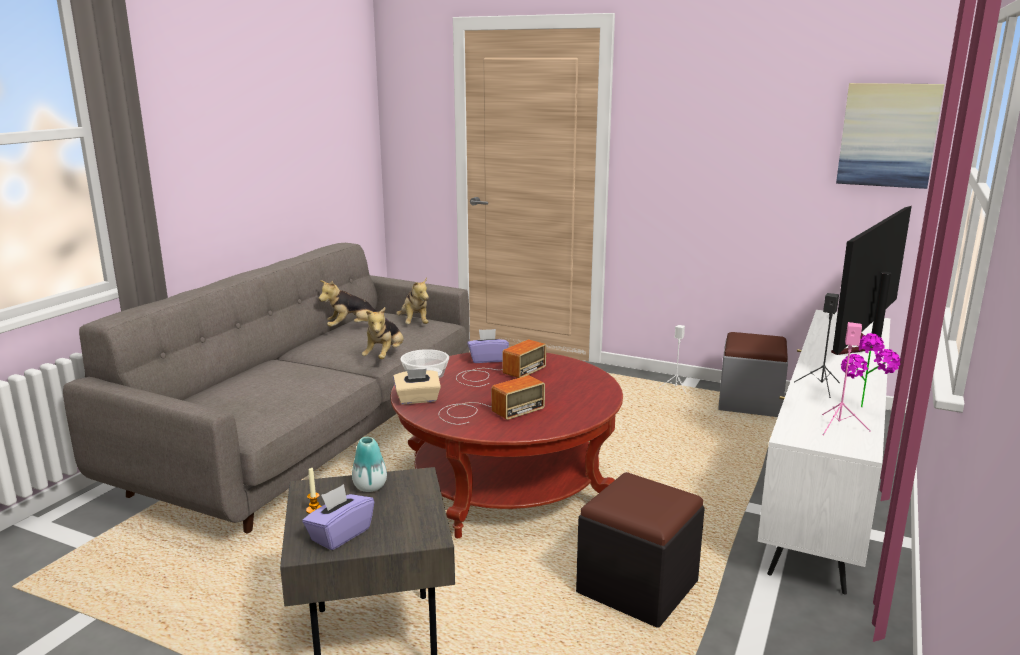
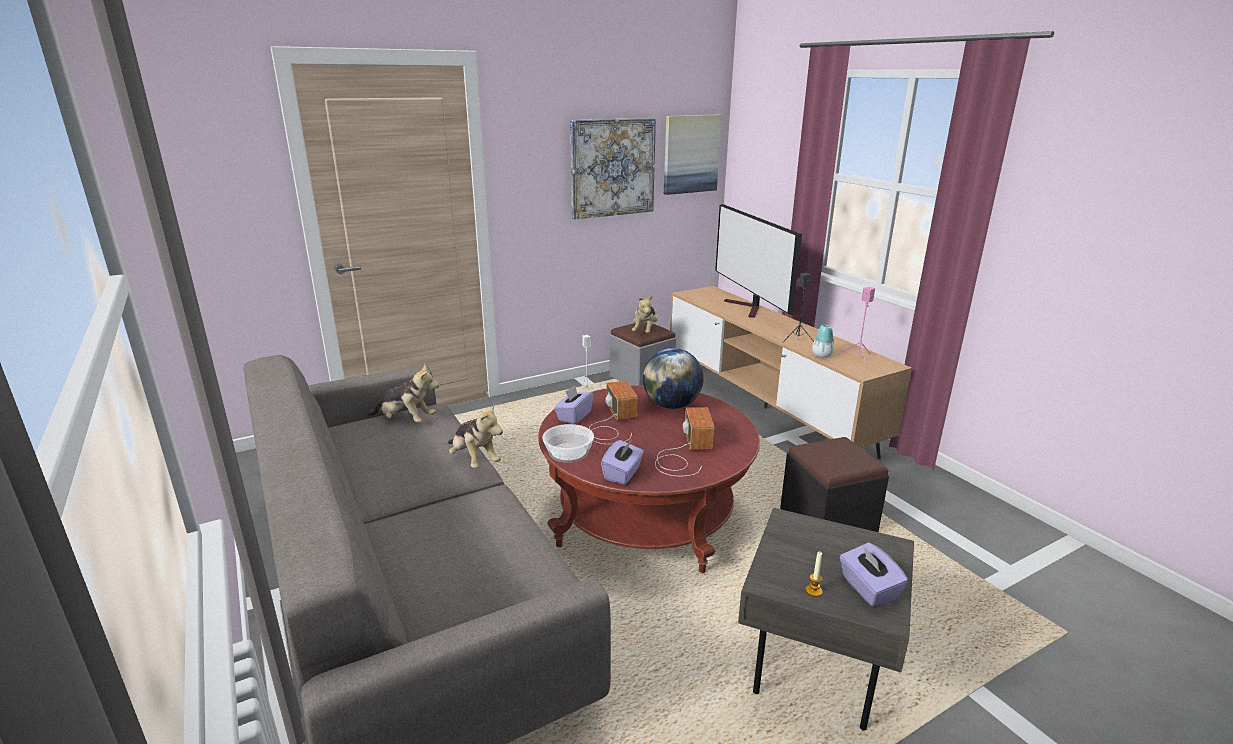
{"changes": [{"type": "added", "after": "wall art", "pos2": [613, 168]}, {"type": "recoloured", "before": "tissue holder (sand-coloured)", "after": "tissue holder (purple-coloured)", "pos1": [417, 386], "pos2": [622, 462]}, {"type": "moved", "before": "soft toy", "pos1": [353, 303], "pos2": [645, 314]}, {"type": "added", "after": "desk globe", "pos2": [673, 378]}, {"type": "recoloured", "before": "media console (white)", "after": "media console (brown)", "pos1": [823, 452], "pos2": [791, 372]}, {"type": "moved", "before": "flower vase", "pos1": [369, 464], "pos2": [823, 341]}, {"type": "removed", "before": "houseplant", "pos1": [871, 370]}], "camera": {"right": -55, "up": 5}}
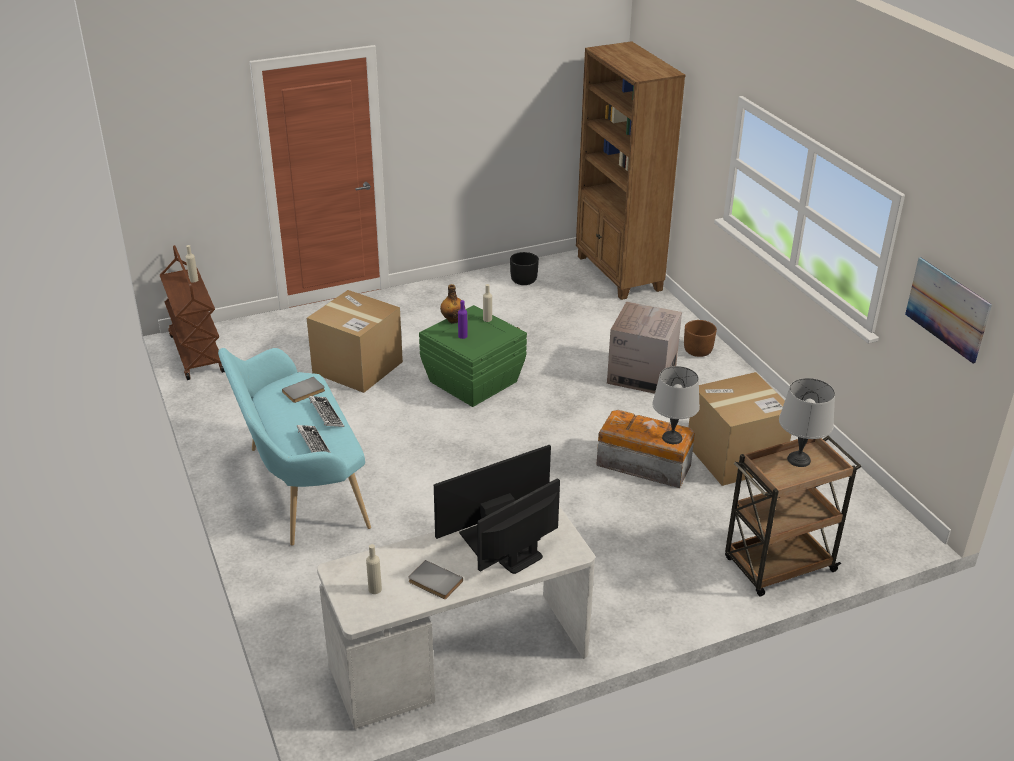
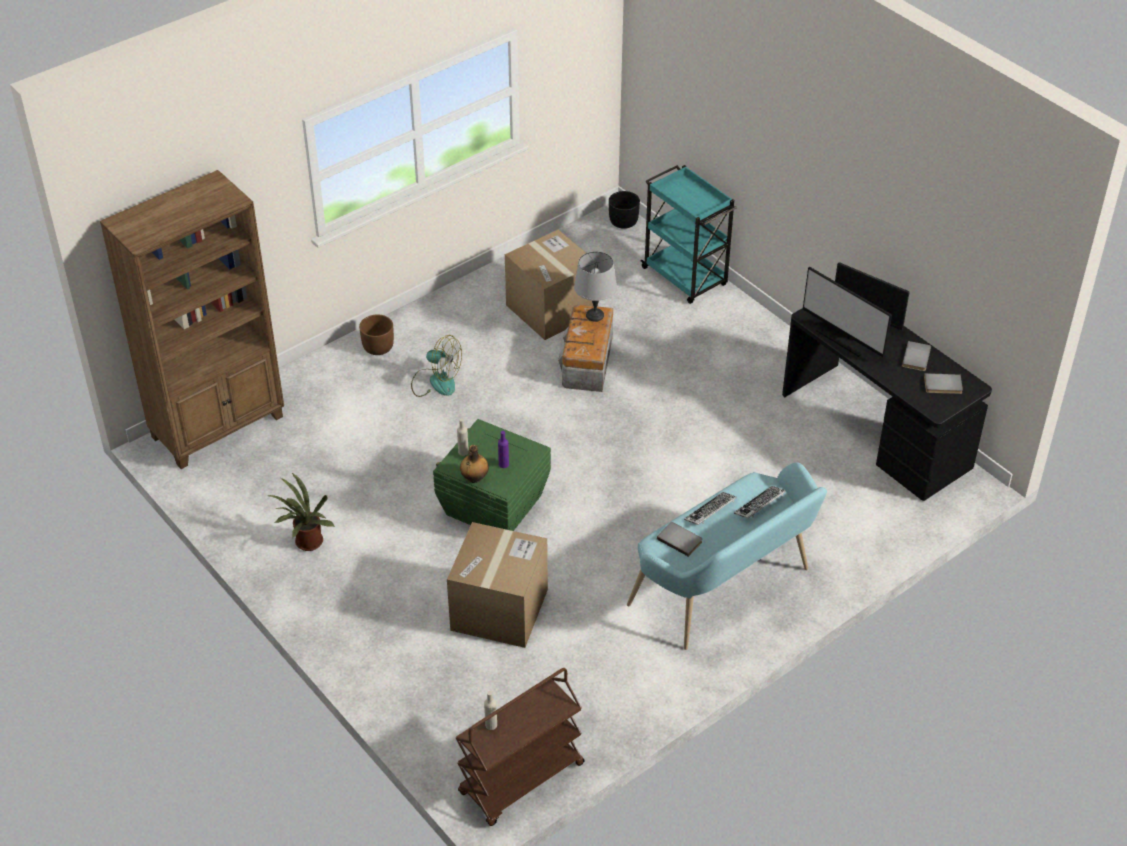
{"changes": [{"type": "added", "after": "houseplant", "pos2": [301, 512]}, {"type": "replaced", "before": "cardboard box", "after": "cooling fan", "pos1": [644, 347], "pos2": [436, 366]}, {"type": "moved", "before": "flower pot (blackish)", "pos1": [524, 268], "pos2": [624, 210]}, {"type": "recoloured", "before": "cart (brown)", "after": "cart (turquoise)", "pos1": [793, 516], "pos2": [688, 234]}, {"type": "recoloured", "before": "desk (white)", "after": "desk (blackish)", "pos1": [456, 617], "pos2": [887, 404]}, {"type": "replaced", "before": "drink bottle (sand-coloured)", "after": "bound book (gray)", "pos1": [374, 569], "pos2": [943, 383]}, {"type": "removed", "before": "table lamp (gray)", "pos1": [807, 422]}, {"type": "removed", "before": "wall art", "pos1": [948, 310]}], "camera": {"right": -105, "up": 10}}
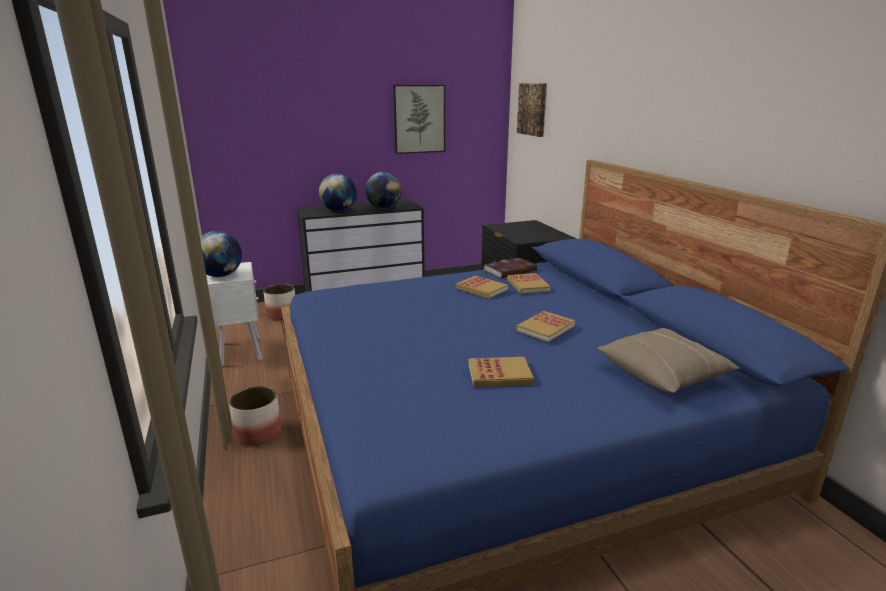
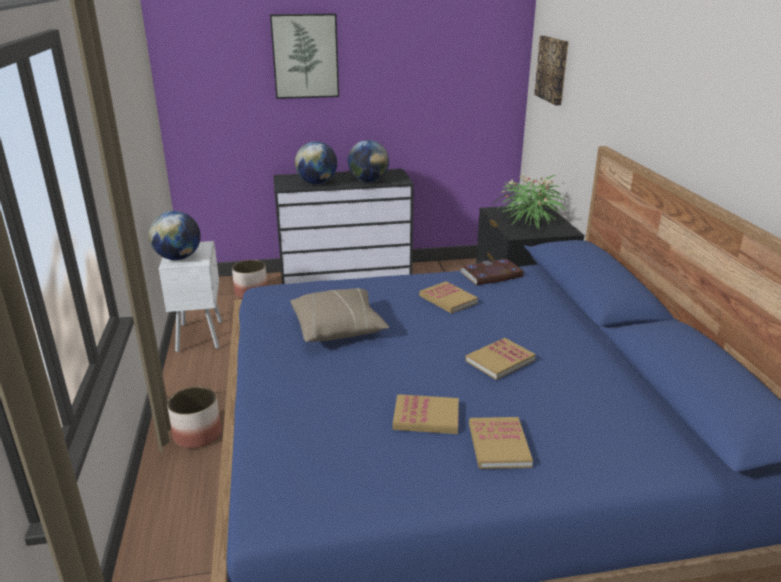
{"changes": [{"type": "moved", "before": "wall art", "pos1": [419, 119], "pos2": [304, 56]}, {"type": "moved", "before": "throw pillow (sand-coloured)", "pos1": [668, 360], "pos2": [339, 315]}, {"type": "moved", "before": "bound book", "pos1": [529, 283], "pos2": [501, 443]}, {"type": "added", "after": "houseplant", "pos2": [529, 201]}], "camera": {"right": 10, "up": 5}}
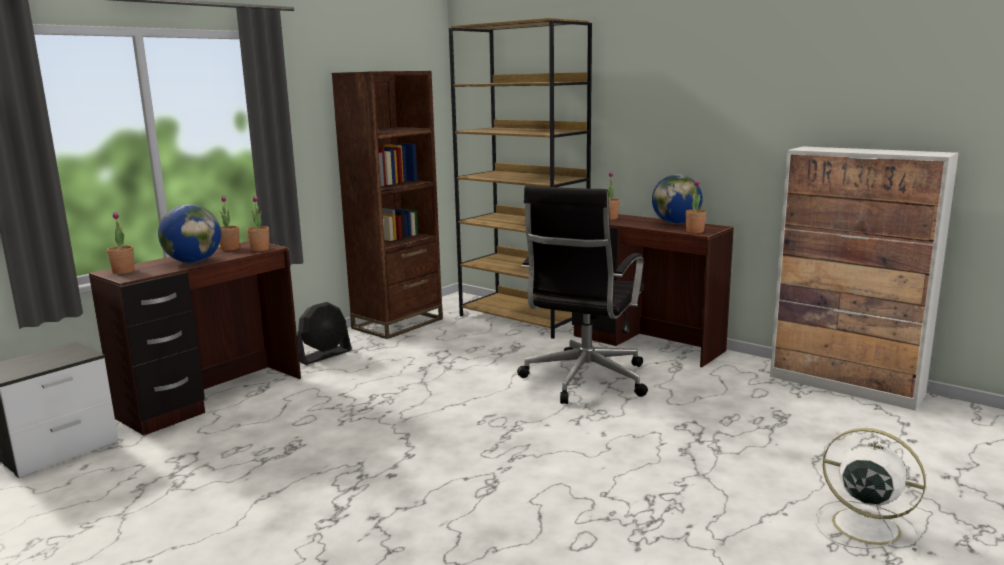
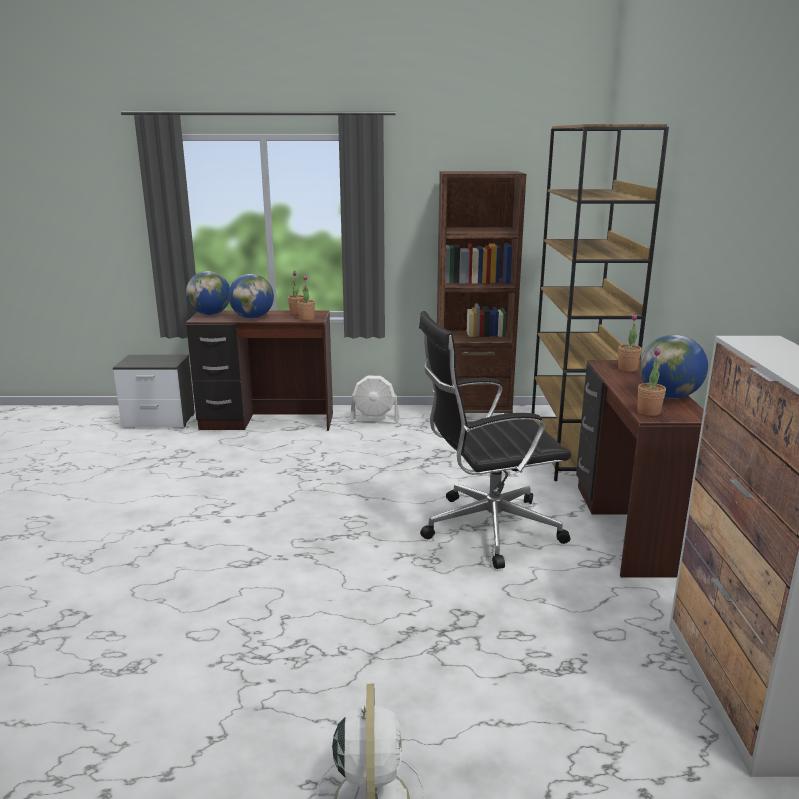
{"changes": [{"type": "replaced", "before": "houseplant", "after": "desk globe", "pos1": [121, 243], "pos2": [208, 293]}, {"type": "recoloured", "before": "cooling fan (blackish)", "after": "cooling fan (white)", "pos1": [324, 333], "pos2": [374, 399]}], "camera": {"right": 50, "up": 5}}
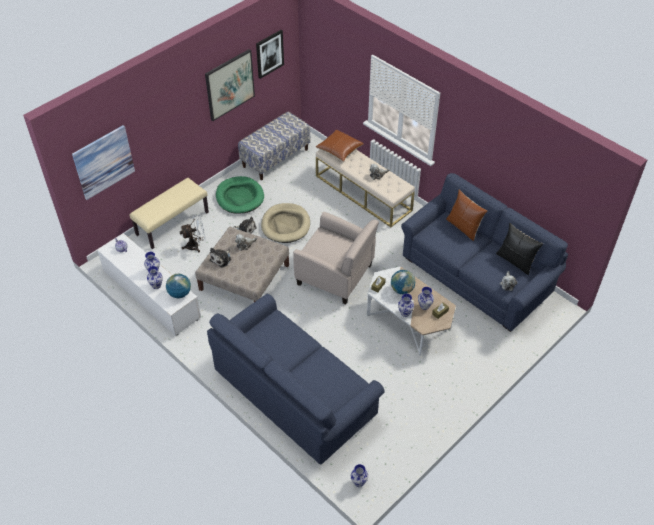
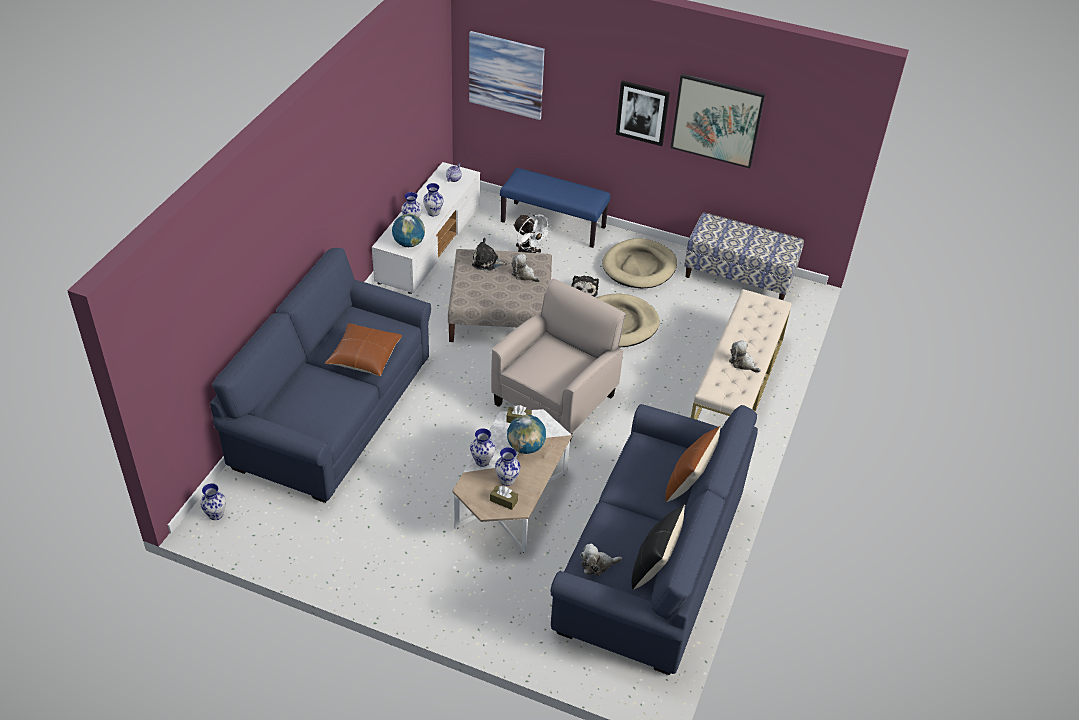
{"changes": [{"type": "moved", "before": "throw pillow (brown)", "pos1": [340, 146], "pos2": [363, 349]}, {"type": "turned", "before": "armchair (sand-coloured)", "pos1": [336, 258], "pos2": [558, 360], "turn": -150}, {"type": "recoloured", "before": "long seat (sand-coloured)", "after": "long seat (blue)", "pos1": [169, 213], "pos2": [555, 208]}, {"type": "recoloured", "before": "dog bed (green-coloured)", "after": "dog bed (sand-coloured)", "pos1": [240, 195], "pos2": [639, 263]}, {"type": "moved", "before": "wall art", "pos1": [270, 54], "pos2": [643, 113]}], "camera": {"right": 65, "up": -5}}
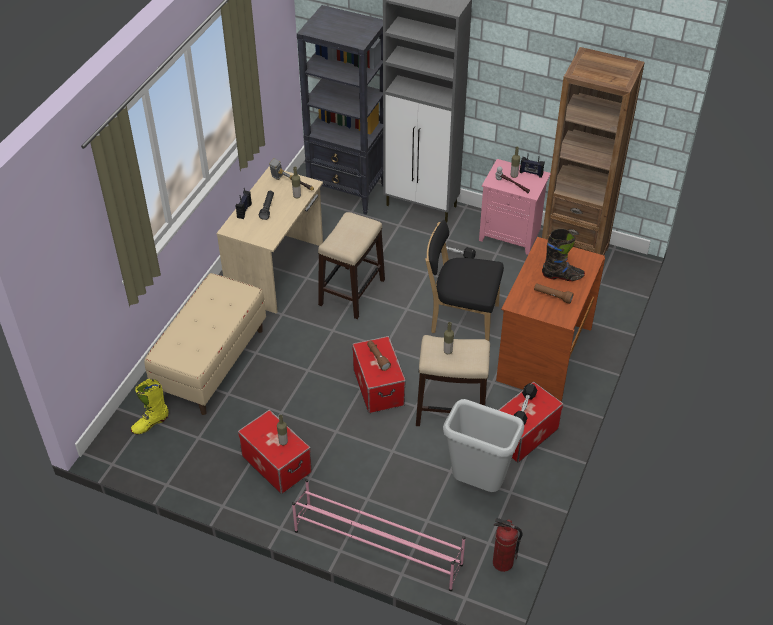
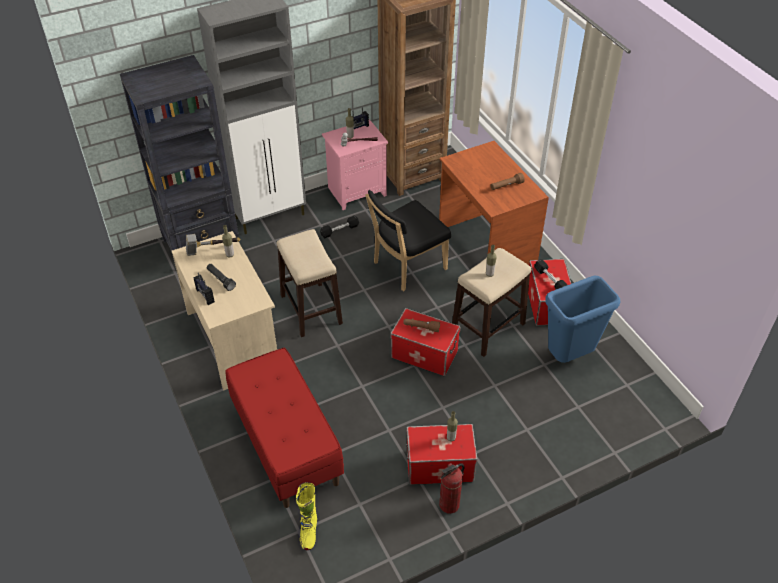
{"changes": [{"type": "recoloured", "before": "long seat (sand-coloured)", "after": "long seat (red-coloured)", "pos1": [205, 344], "pos2": [285, 428]}, {"type": "moved", "before": "fire-fighting cylinder", "pos1": [507, 545], "pos2": [451, 488]}, {"type": "recoloured", "before": "rubbish bin (gray)", "after": "rubbish bin (blue)", "pos1": [483, 445], "pos2": [582, 319]}, {"type": "removed", "before": "shoe rack (pink-coloured)", "pos1": [379, 535]}, {"type": "removed", "before": "tall boot (blackish)", "pos1": [563, 255]}], "camera": {"right": -50, "up": 0}}
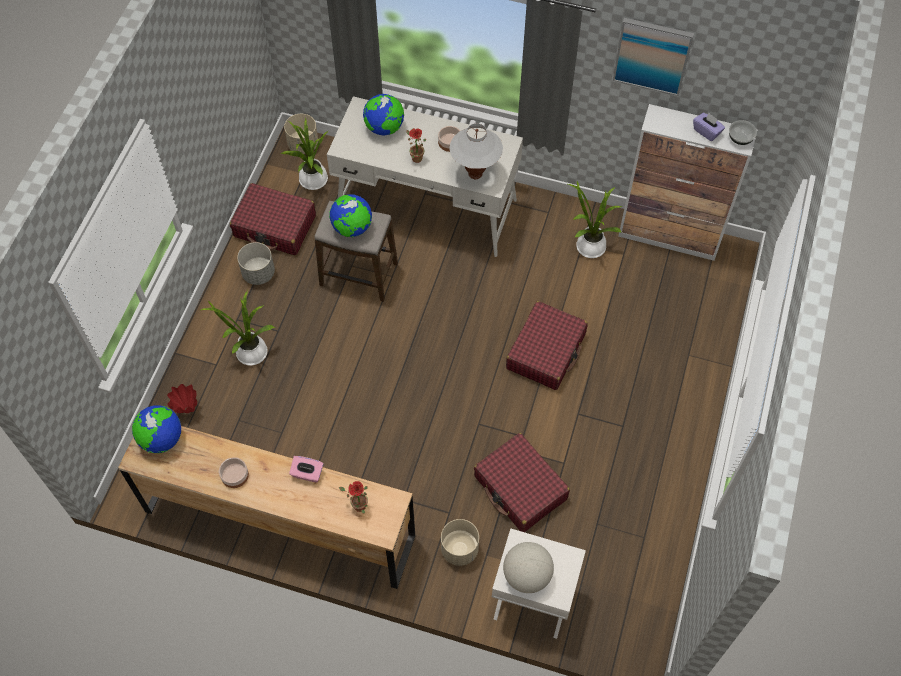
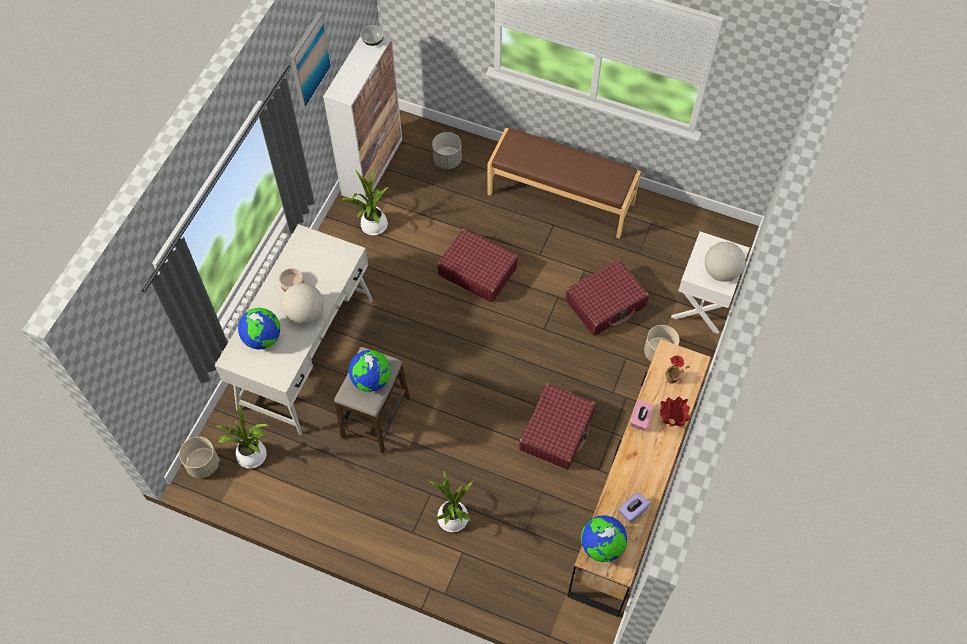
{"changes": [{"type": "replaced", "before": "houseplant", "after": "desk globe", "pos1": [416, 145], "pos2": [303, 304]}, {"type": "moved", "before": "flower pot (gray)", "pos1": [256, 263], "pos2": [447, 150]}, {"type": "added", "after": "long seat (brown)", "pos2": [564, 183]}, {"type": "moved", "before": "piece of luggage (red-coloured)", "pos1": [273, 219], "pos2": [557, 427]}, {"type": "moved", "before": "tissue holder (purple-coloured)", "pos1": [709, 127], "pos2": [634, 508]}, {"type": "moved", "before": "flower vase (red-coloured)", "pos1": [182, 398], "pos2": [675, 412]}, {"type": "removed", "before": "deep dish", "pos1": [234, 472]}, {"type": "removed", "before": "table lamp (white)", "pos1": [476, 151]}], "camera": {"right": -85, "up": 0}}
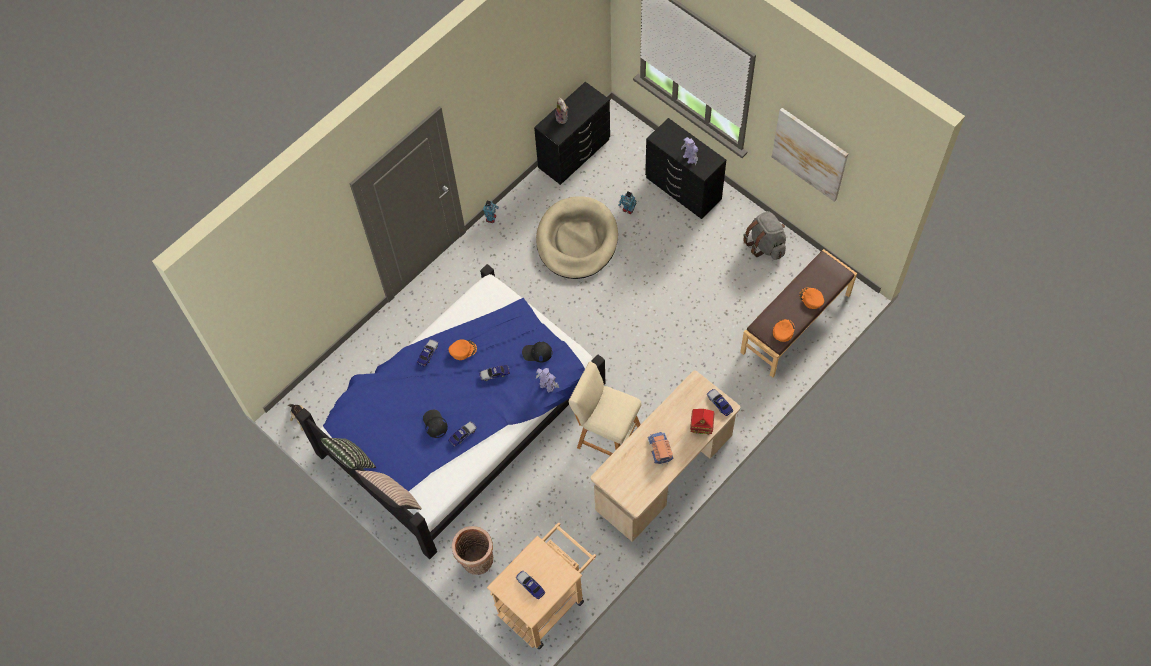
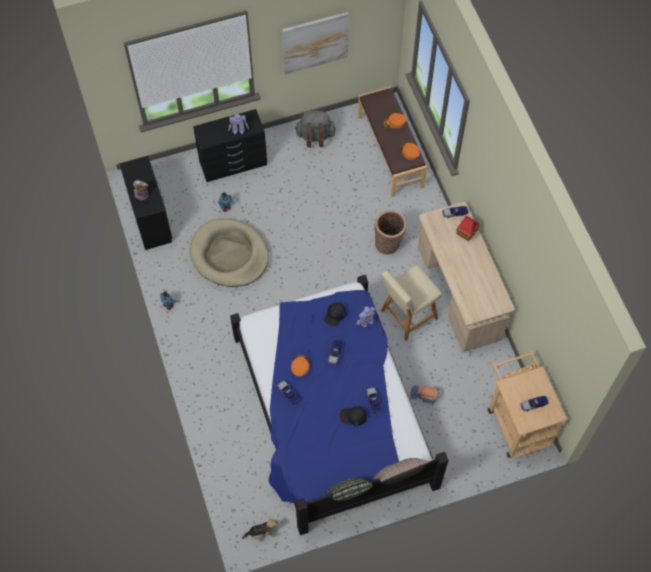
{"changes": [{"type": "moved", "before": "storage basket", "pos1": [472, 550], "pos2": [390, 232]}, {"type": "moved", "before": "toy lorry", "pos1": [660, 448], "pos2": [423, 395]}], "camera": {"right": -65, "up": 0}}
